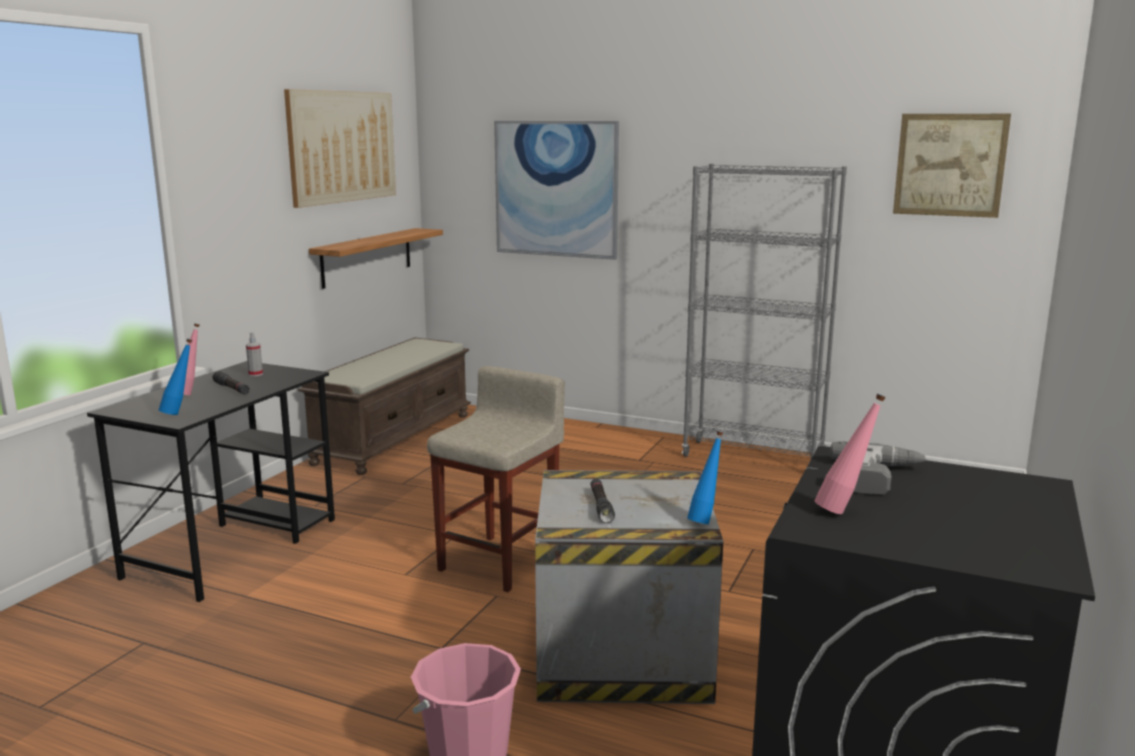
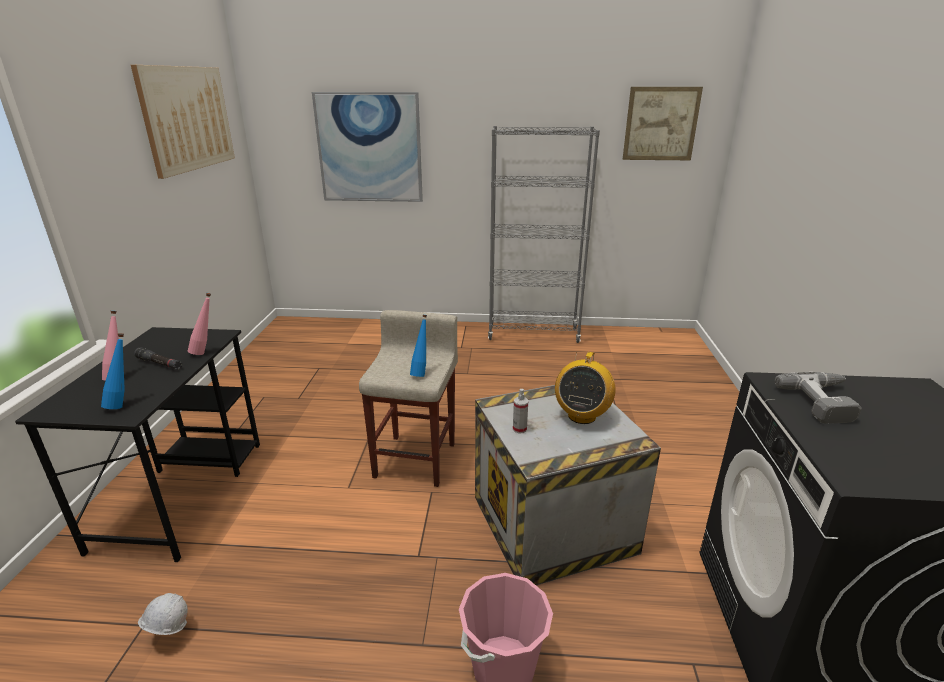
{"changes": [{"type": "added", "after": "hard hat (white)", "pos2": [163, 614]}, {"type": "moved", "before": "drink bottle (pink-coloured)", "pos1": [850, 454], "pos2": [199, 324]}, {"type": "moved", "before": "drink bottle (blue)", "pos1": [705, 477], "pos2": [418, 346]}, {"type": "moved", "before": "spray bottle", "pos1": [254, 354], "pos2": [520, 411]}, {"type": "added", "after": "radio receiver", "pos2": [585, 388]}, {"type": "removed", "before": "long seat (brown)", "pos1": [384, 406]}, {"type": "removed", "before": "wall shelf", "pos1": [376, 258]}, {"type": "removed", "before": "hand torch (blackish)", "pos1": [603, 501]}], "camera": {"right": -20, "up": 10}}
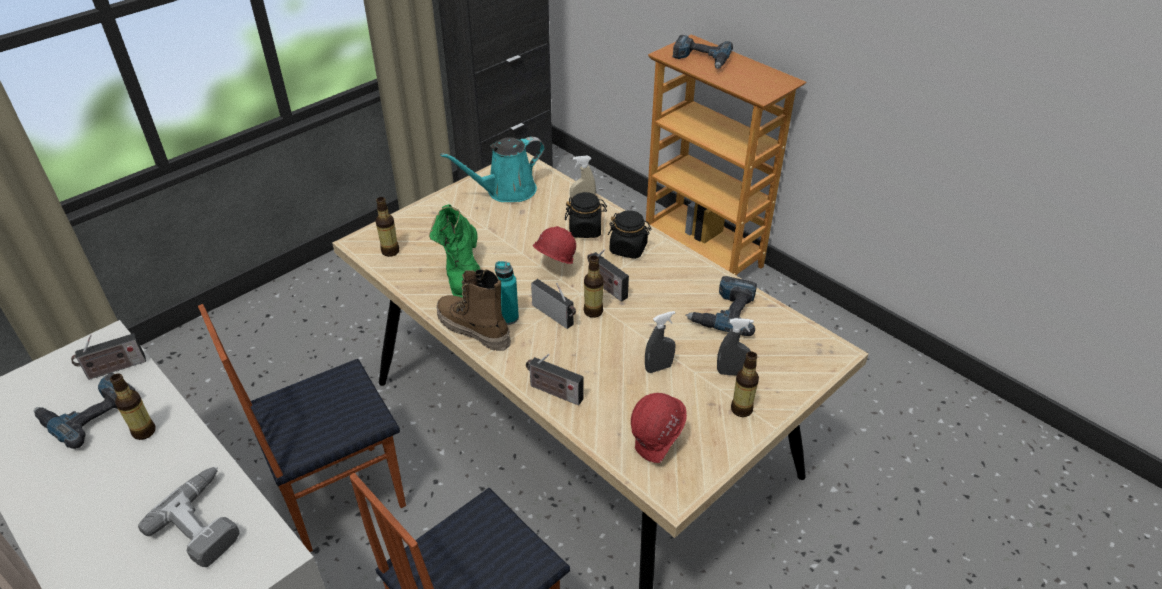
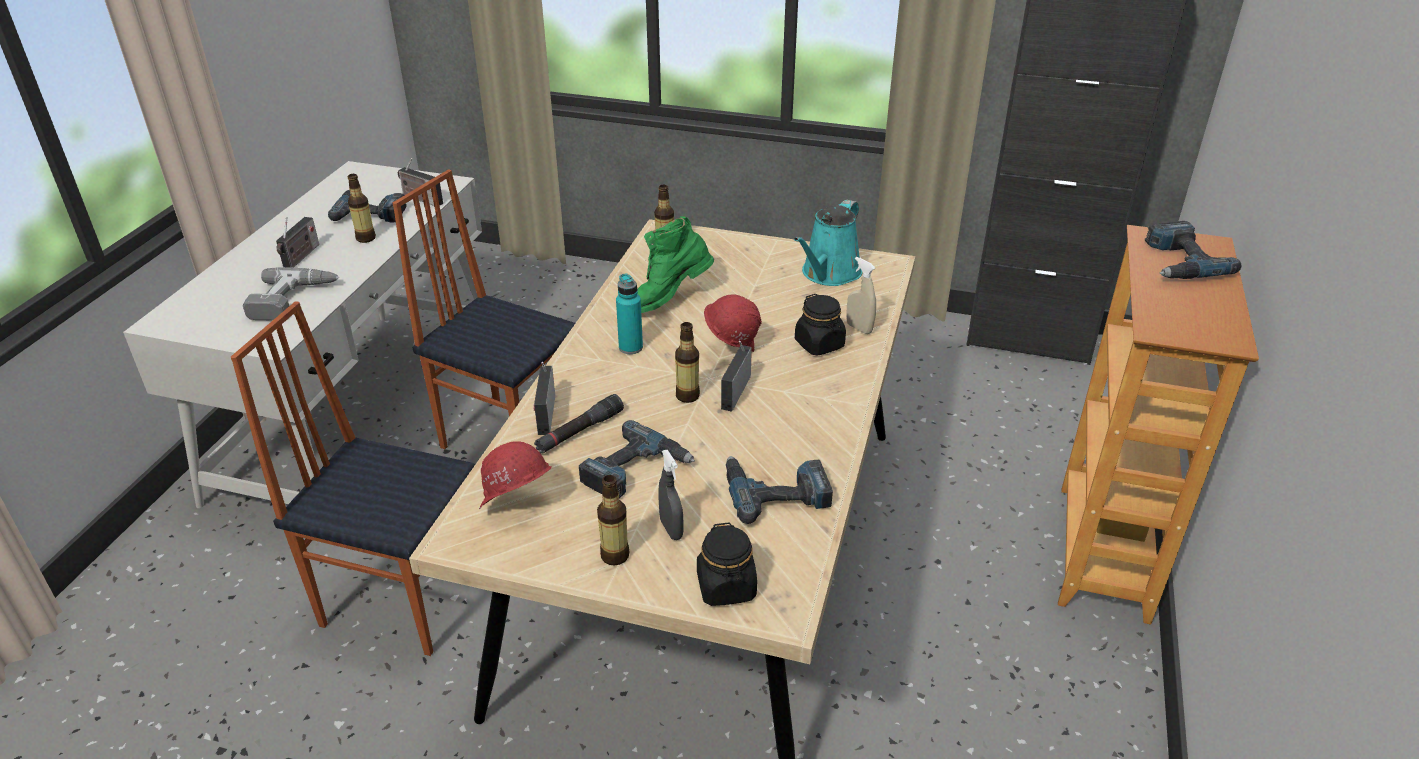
{"changes": [{"type": "moved", "before": "radio receiver", "pos1": [553, 304], "pos2": [297, 242]}, {"type": "added", "after": "hand torch (blackish)", "pos2": [579, 424]}, {"type": "replaced", "before": "spray bottle (gray)", "after": "power drill", "pos1": [660, 342], "pos2": [637, 459]}, {"type": "moved", "before": "storage jar (blackish)", "pos1": [630, 234], "pos2": [727, 564]}, {"type": "turned", "before": "watering can (turquoise)", "pos1": [493, 169], "pos2": [828, 243], "turn": -90}, {"type": "removed", "before": "tall boot", "pos1": [474, 310]}], "camera": {"right": 60, "up": -5}}
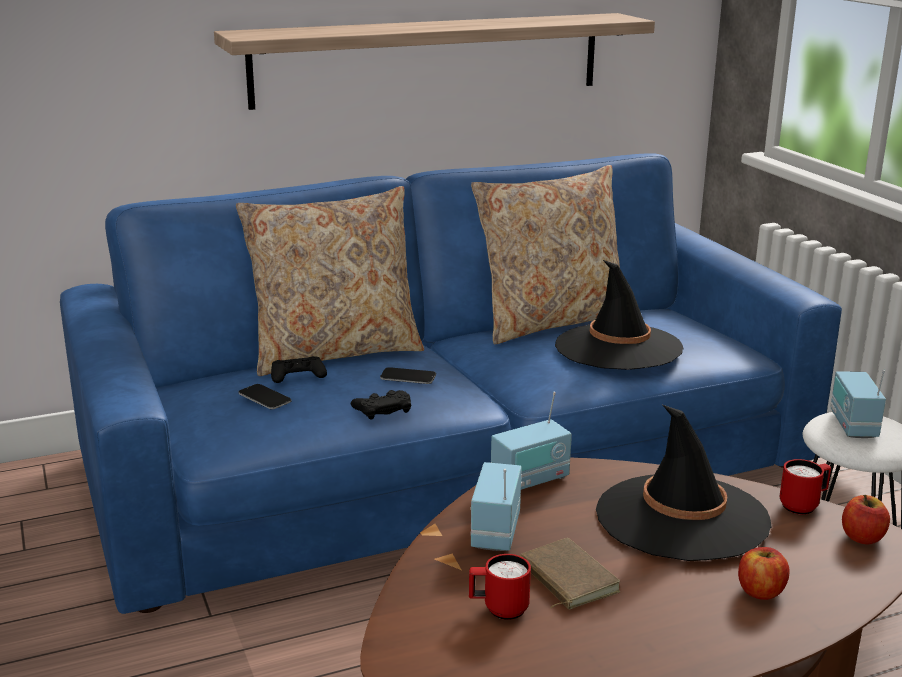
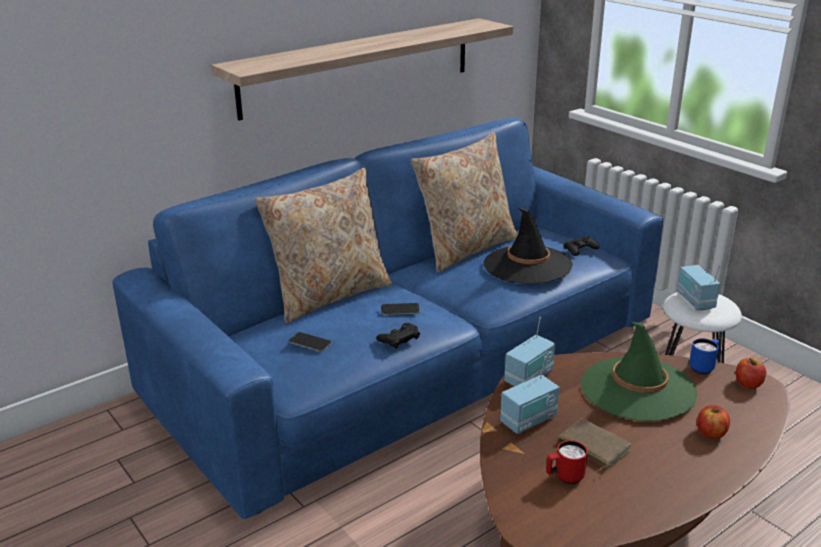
{"changes": [{"type": "turned", "before": "radio receiver", "pos1": [495, 506], "pos2": [529, 395], "turn": -120}, {"type": "moved", "before": "gamepad (blackish)", "pos1": [299, 369], "pos2": [581, 246]}, {"type": "recoloured", "before": "clothing hat (blackish)", "after": "clothing hat (green-coloured)", "pos1": [684, 483], "pos2": [639, 371]}, {"type": "recoloured", "before": "tea mug (red-coloured)", "after": "tea mug (blue)", "pos1": [805, 487], "pos2": [704, 356]}], "camera": {"right": -15, "up": 5}}
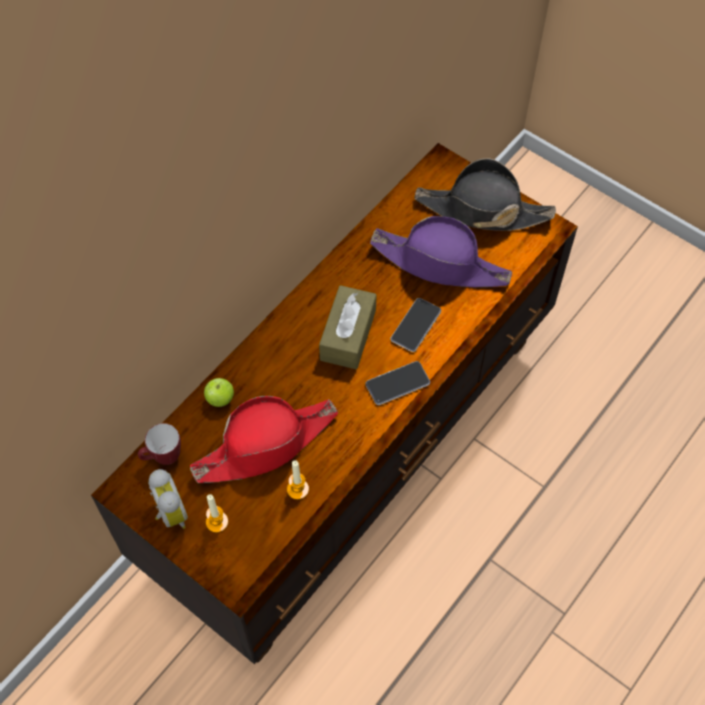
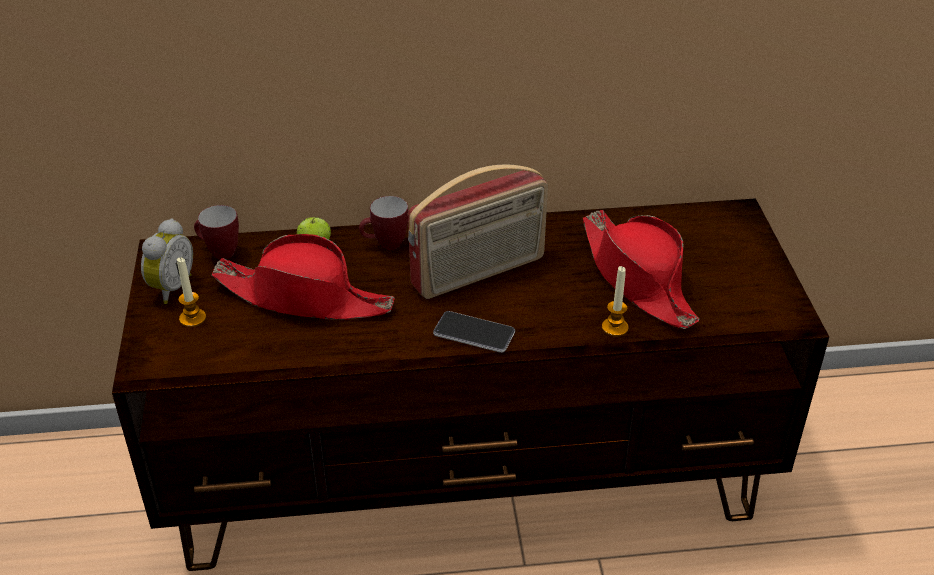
{"changes": [{"type": "added", "after": "tea mug", "pos2": [383, 223]}, {"type": "replaced", "before": "tissue holder (brown)", "after": "radio receiver", "pos1": [348, 327], "pos2": [478, 231]}, {"type": "recoloured", "before": "clothing hat (purple-coloured)", "after": "clothing hat (red-coloured)", "pos1": [441, 251], "pos2": [641, 269]}, {"type": "moved", "before": "wax light", "pos1": [298, 480], "pos2": [615, 301]}, {"type": "removed", "before": "telephone", "pos1": [415, 325]}, {"type": "removed", "before": "clothing hat (blackish)", "pos1": [485, 194]}], "camera": {"right": 45, "up": -20}}
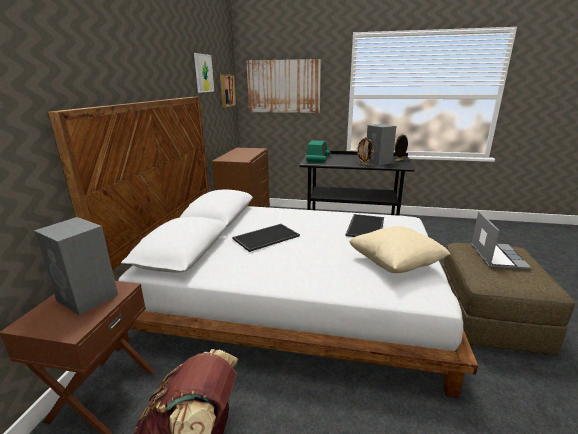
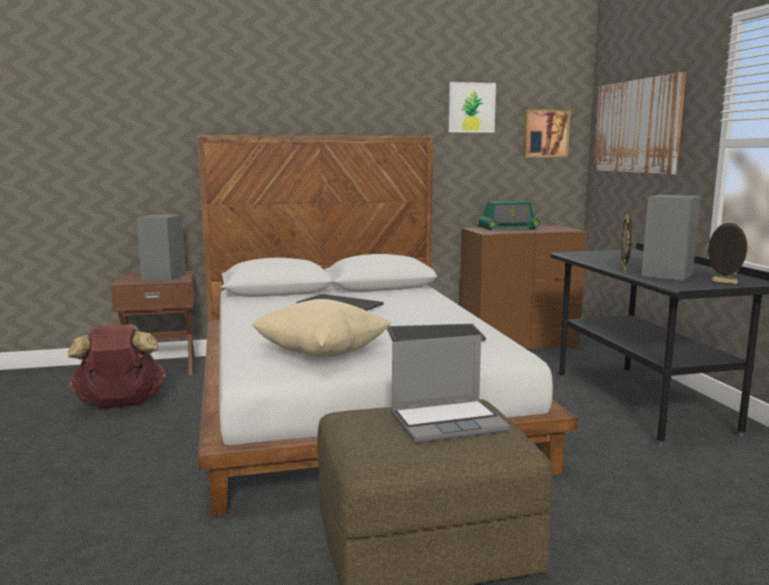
{"changes": [{"type": "moved", "before": "radio receiver", "pos1": [318, 151], "pos2": [509, 215]}], "camera": {"right": 65, "up": -10}}
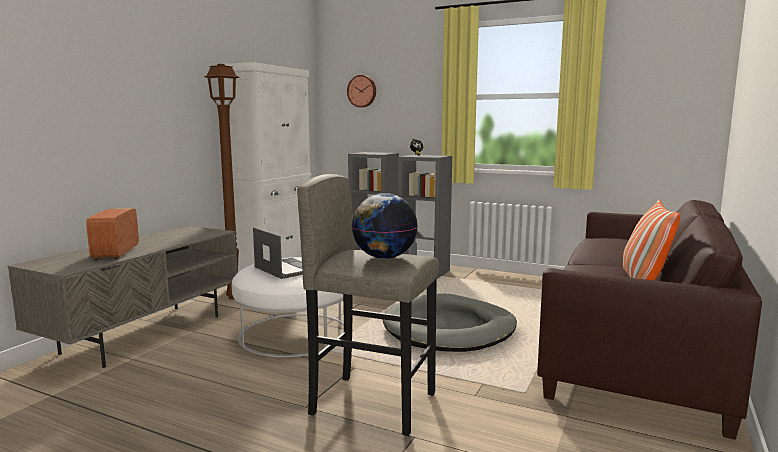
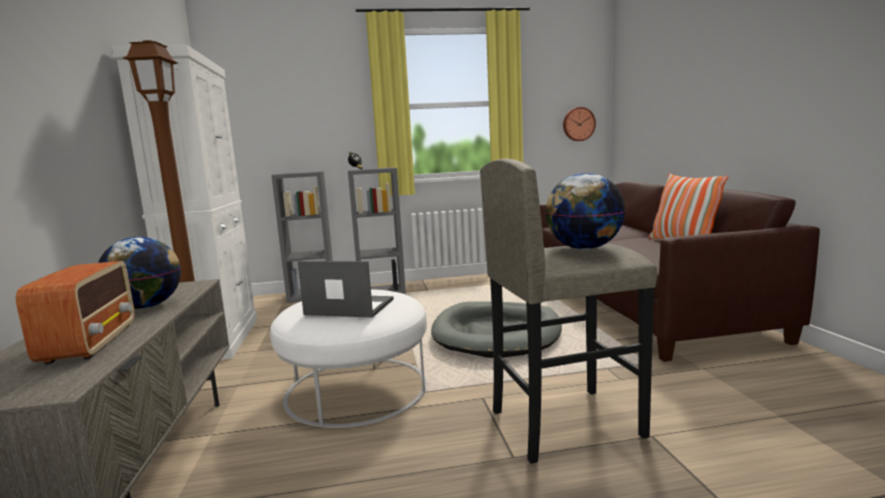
{"changes": [{"type": "turned", "before": "radio receiver", "pos1": [112, 234], "pos2": [75, 313], "turn": -150}, {"type": "added", "after": "desk globe", "pos2": [139, 273]}, {"type": "moved", "before": "wall clock", "pos1": [361, 91], "pos2": [579, 124]}], "camera": {"right": -35, "up": 0}}
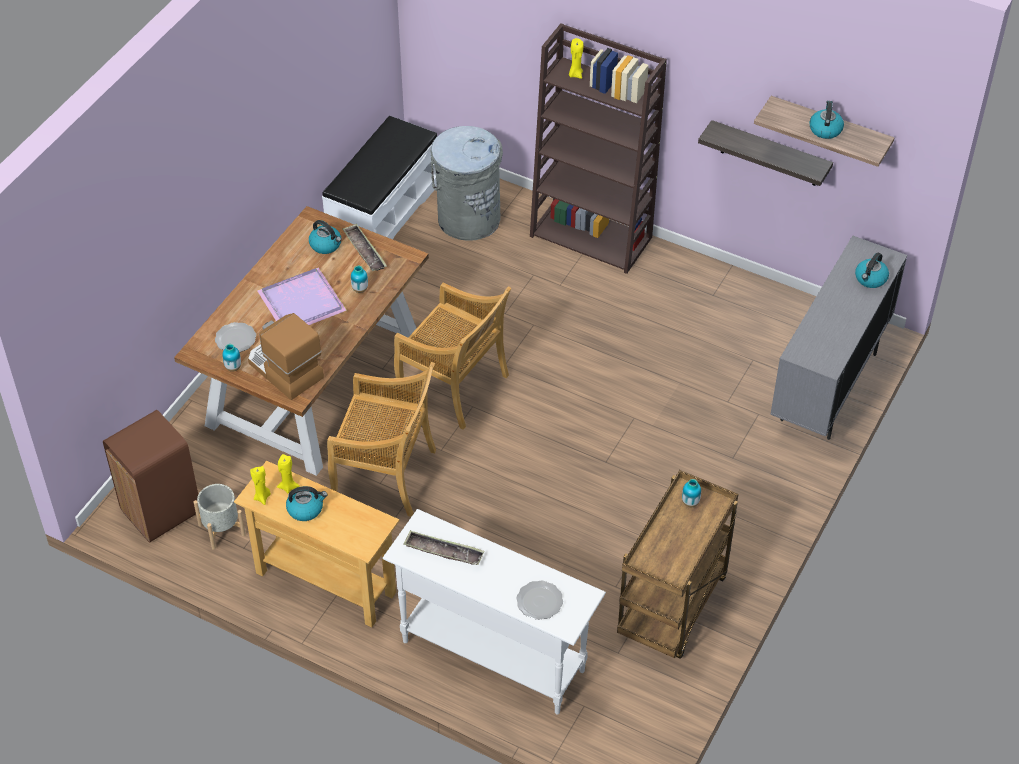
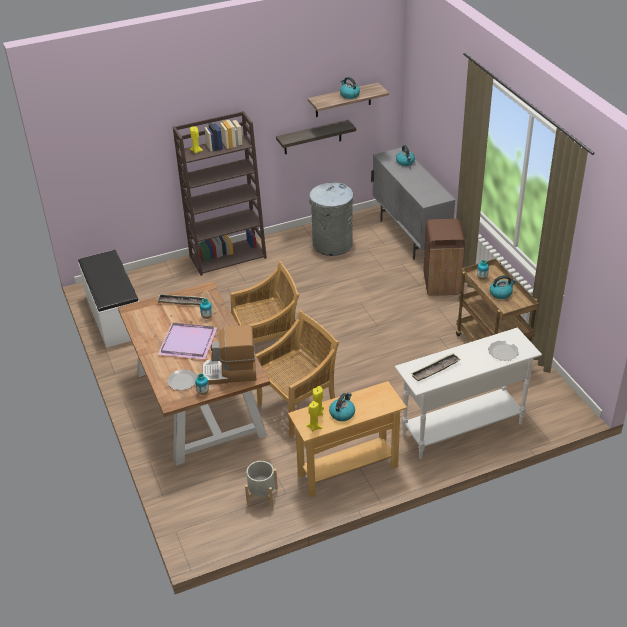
{"changes": [{"type": "moved", "before": "rubbish bin (gray)", "pos1": [466, 183], "pos2": [331, 219]}, {"type": "moved", "before": "rubbish bin (brown)", "pos1": [150, 476], "pos2": [444, 257]}, {"type": "moved", "before": "water kettle", "pos1": [325, 237], "pos2": [503, 287]}], "camera": {"right": -50, "up": -10}}
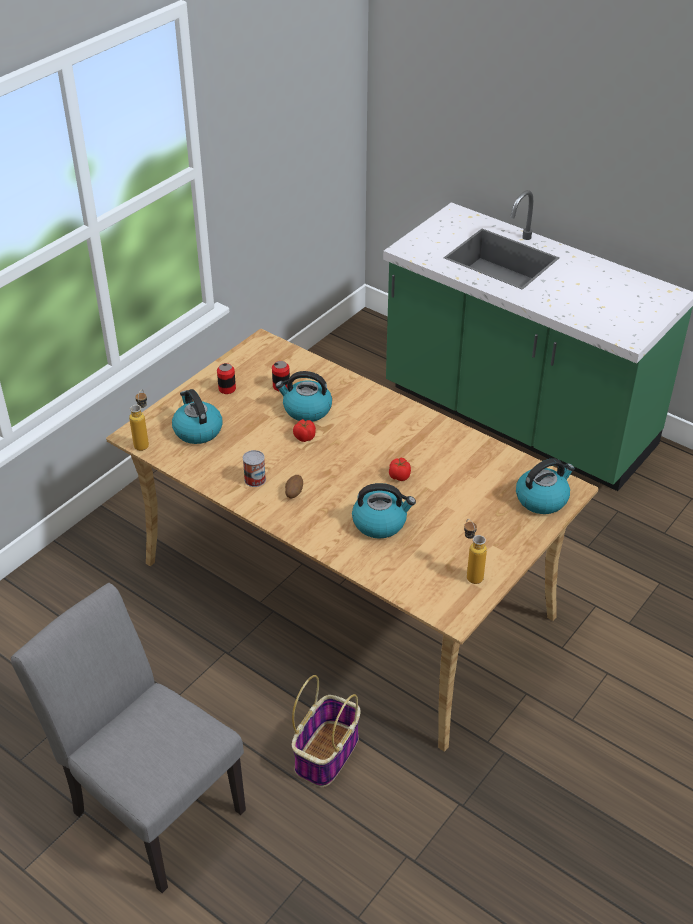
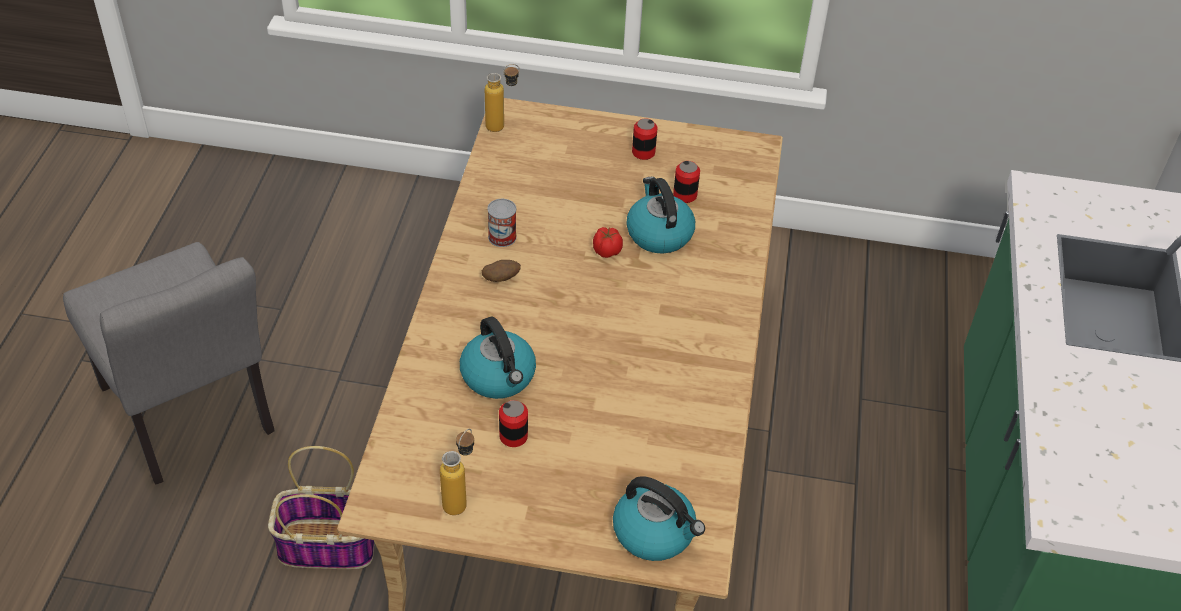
{"changes": [{"type": "turned", "before": "upright chair (gray)", "pos1": [128, 738], "pos2": [169, 363], "turn": 135}, {"type": "added", "after": "can", "pos2": [513, 423]}, {"type": "removed", "before": "water kettle", "pos1": [197, 416]}, {"type": "removed", "before": "whole tomato", "pos1": [400, 469]}], "camera": {"right": 60, "up": 5}}
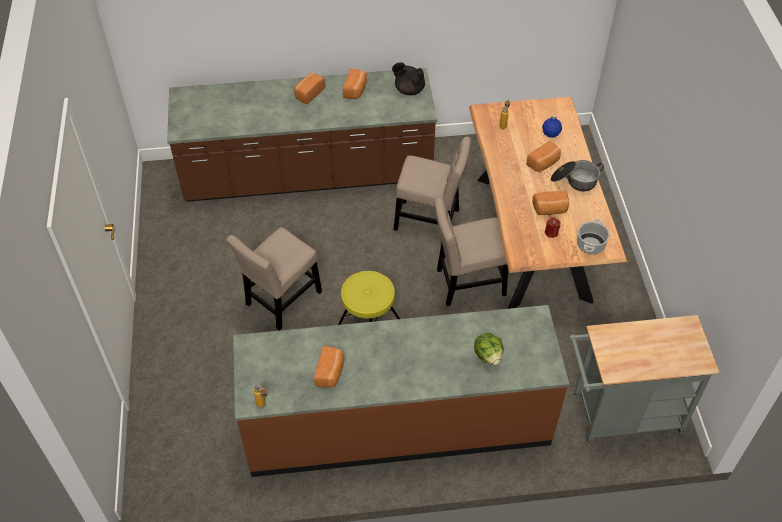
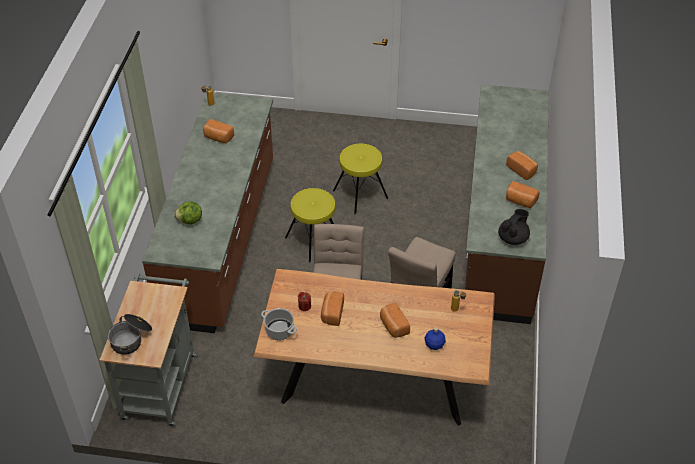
{"changes": [{"type": "moved", "before": "saucepot", "pos1": [577, 175], "pos2": [130, 334]}, {"type": "replaced", "before": "upright chair (sand-coloured)", "after": "sitting stool (yellowish)", "pos1": [274, 279], "pos2": [360, 179]}], "camera": {"right": 105, "up": -5}}
